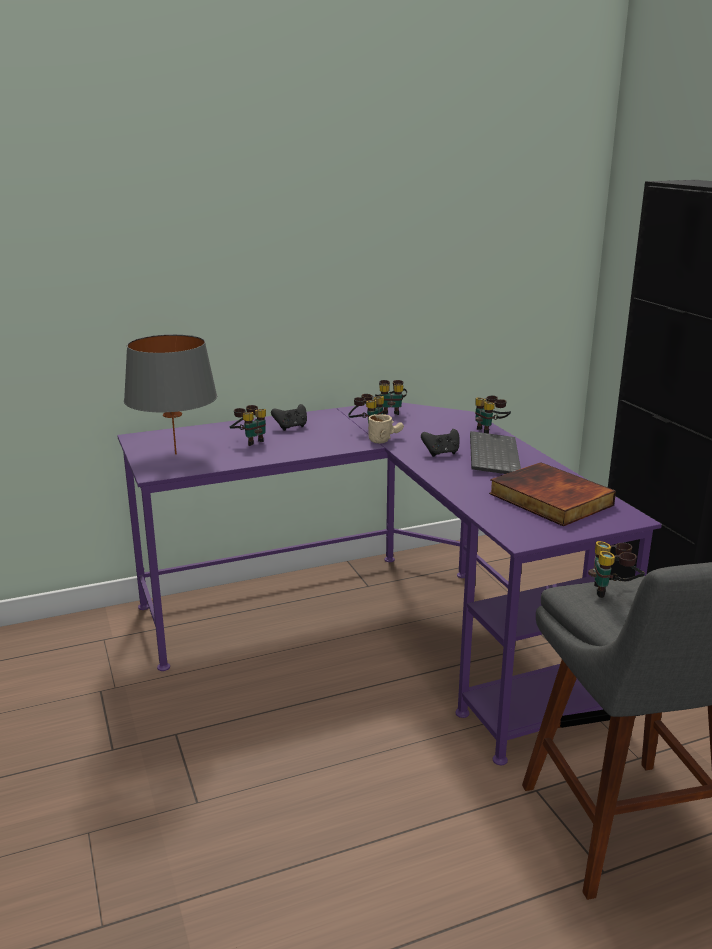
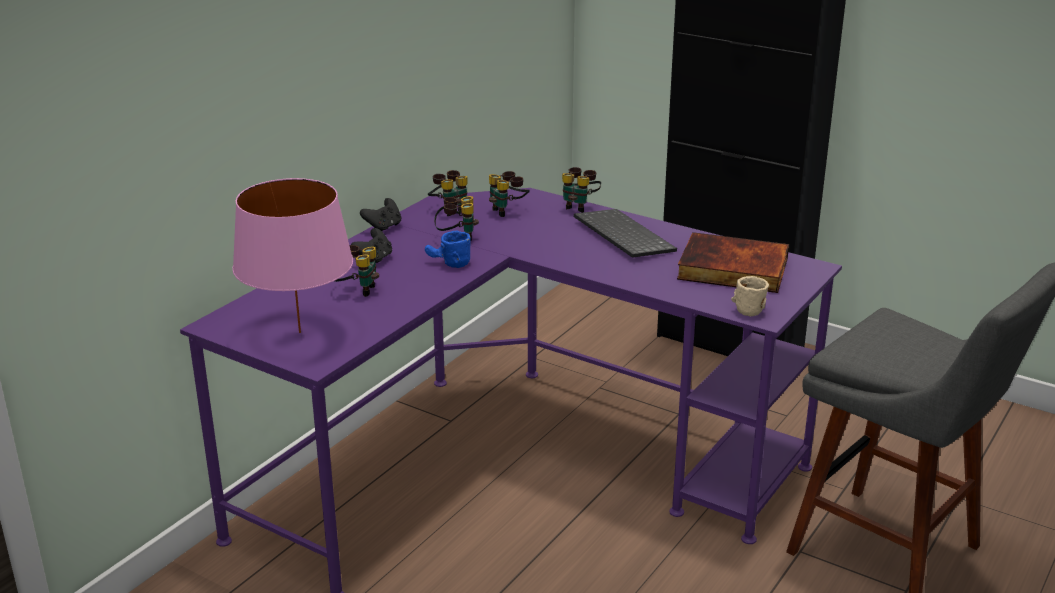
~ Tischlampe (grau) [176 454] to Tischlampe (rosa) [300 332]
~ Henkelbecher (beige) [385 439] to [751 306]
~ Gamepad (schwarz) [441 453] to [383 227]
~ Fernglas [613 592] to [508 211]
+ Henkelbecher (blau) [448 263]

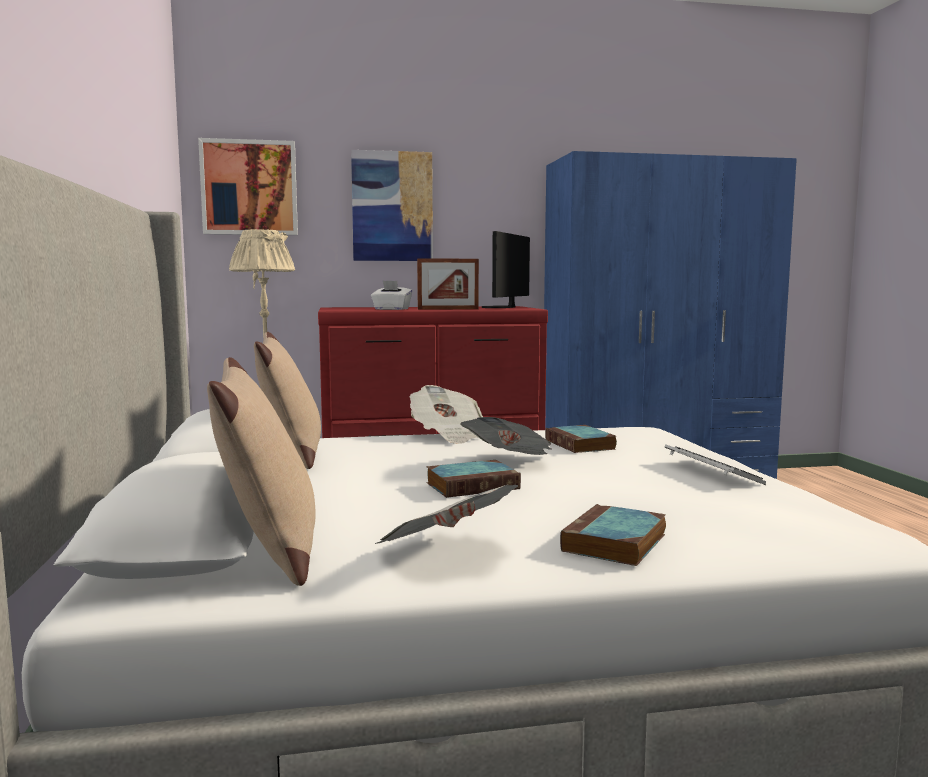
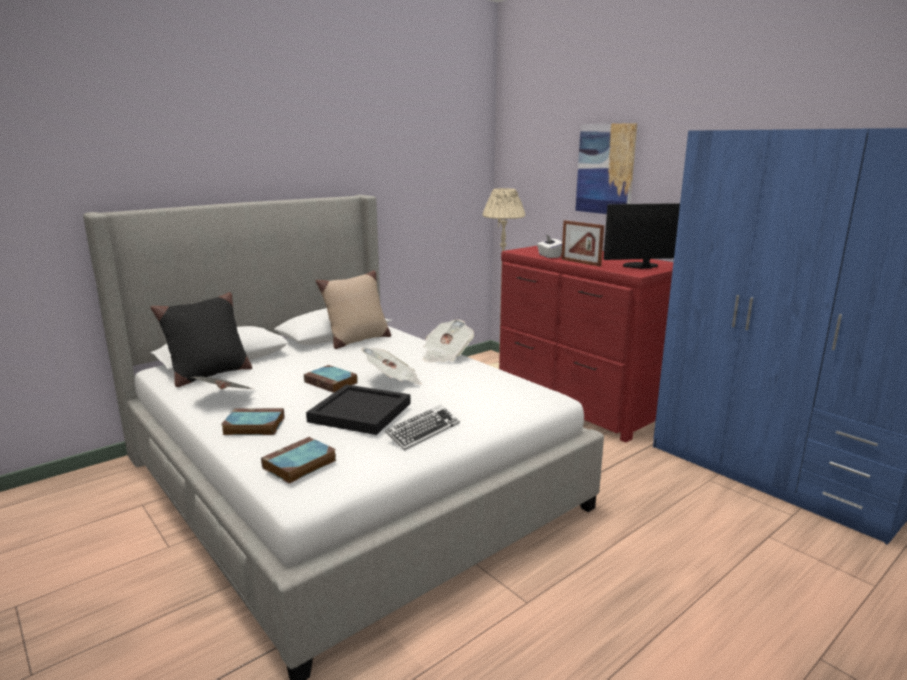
- Bild [249 188]
~ Kissen (beige) [269 555] to Kissen (schwarz) [209 375]
~ Buch [581 445] to [299 465]
+ Tablett (schwarz) [359 413]

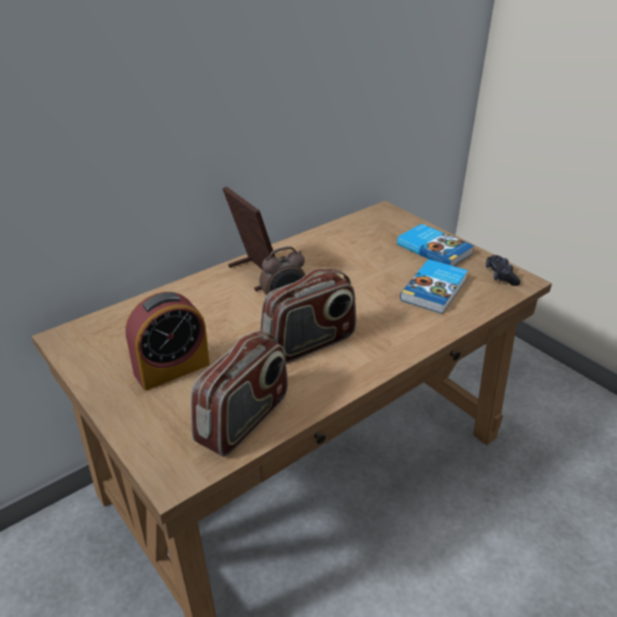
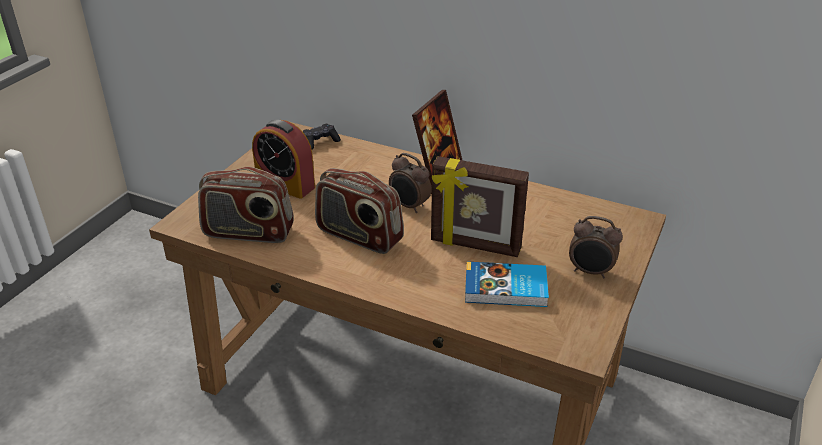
~ Buch [434 249] to Wecker [590 272]
~ Gamepad (schwarz) [500 276] to [320 142]
+ Bilderrahmen [475 246]

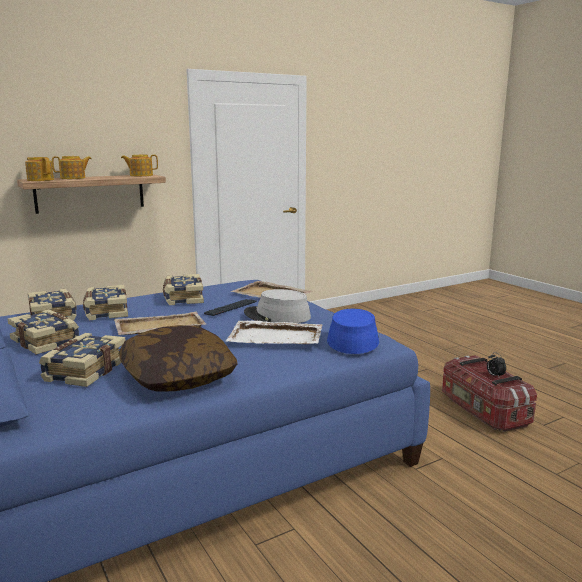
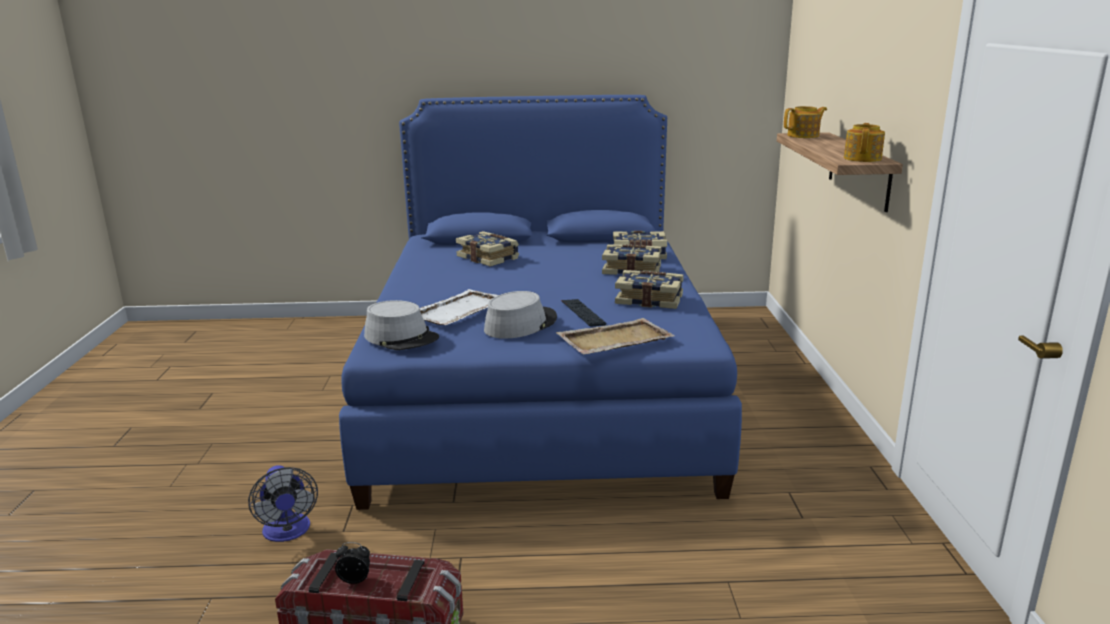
- Buch [46 341]
- Teekanne [73 178]
- Tablett (beige) [159 326]
- Kissen [177 377]
~ Hut (blau) [352 339] to Hut (grau) [401 337]
+ Ventilator [288 532]

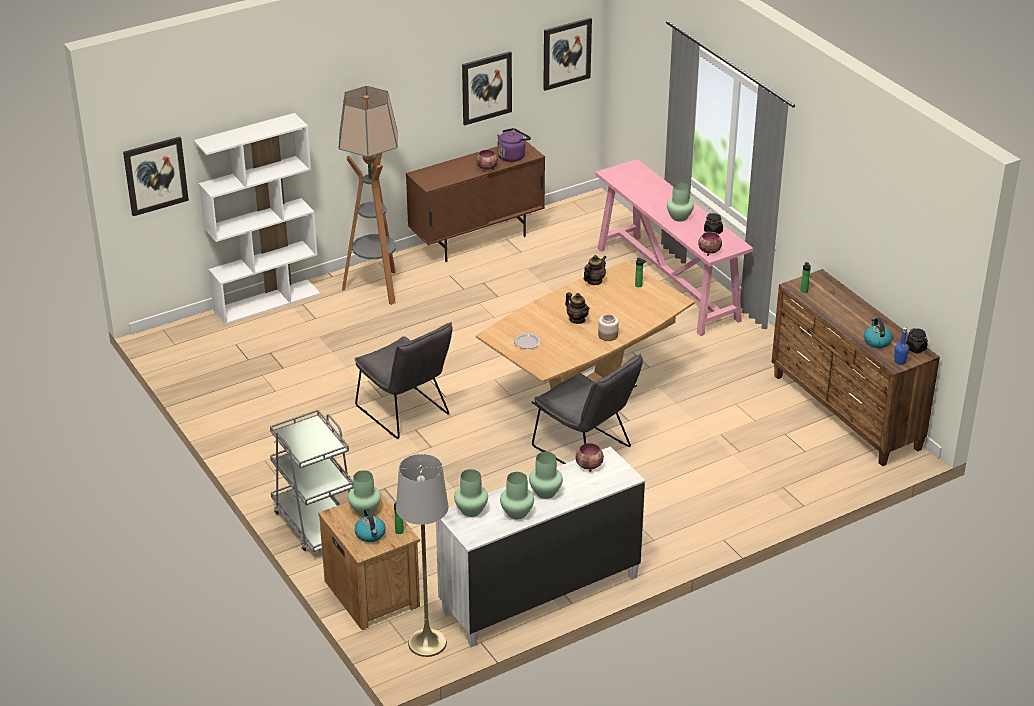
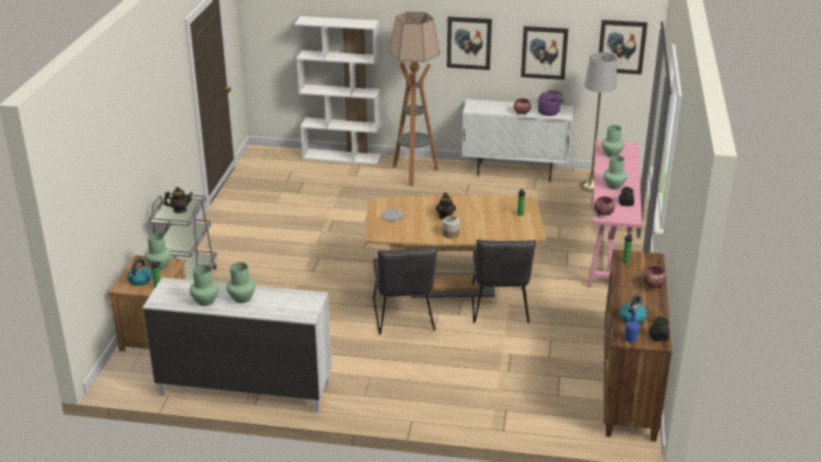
~ Bild [155 175] to [469 43]
~ Stuhl (grau) [406 413] to [499 309]
~ Stehlampe (grau) [427 643] to [590 186]
~ Schrank (braun) [477 240] to Schrank (weiß) [515 172]
~ Vase (grün) [471 510] to [612 154]
~ Schüssel [589 466] to [652 286]
~ Teekanne [594 281] to [180 210]

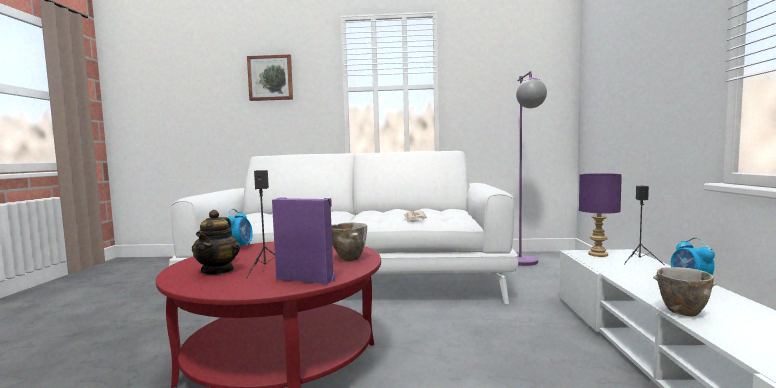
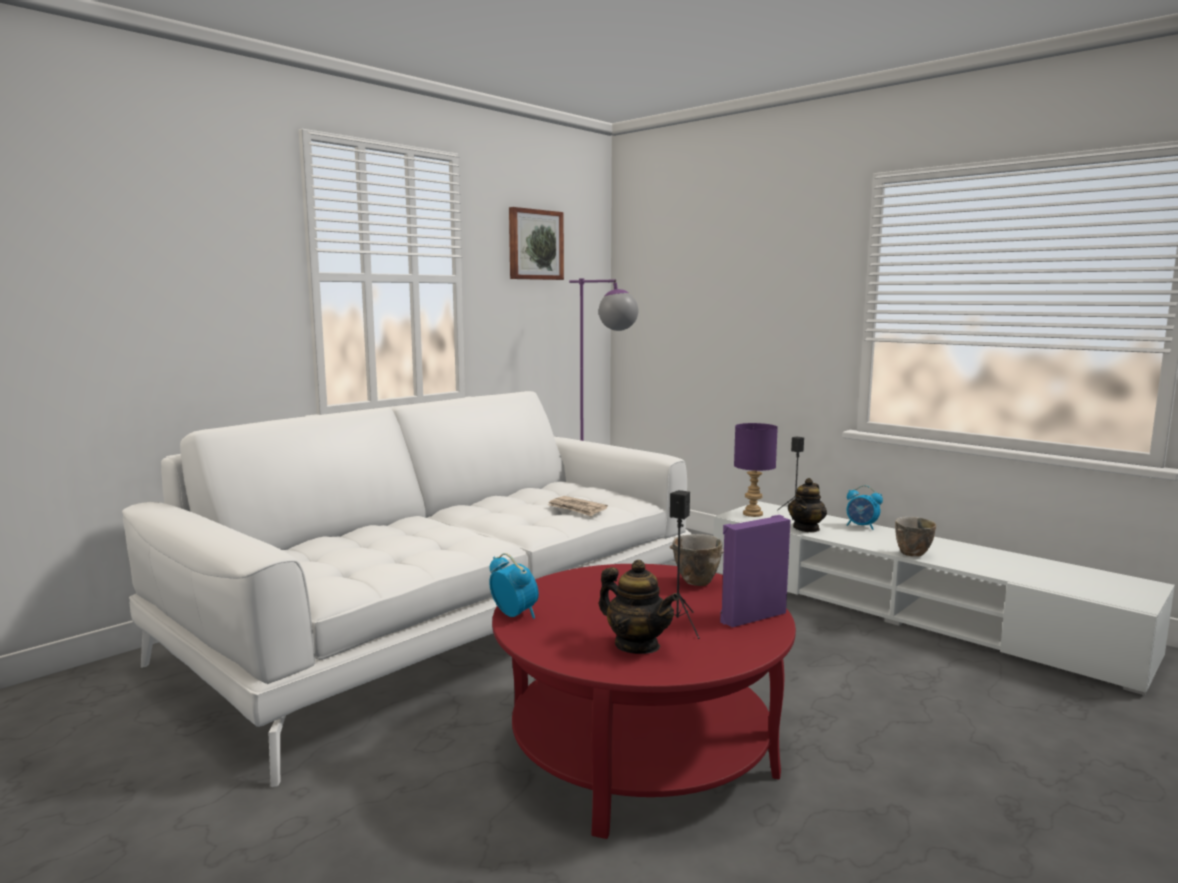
~ Bild [270 78] to [535 245]
+ Teekanne [806 528]

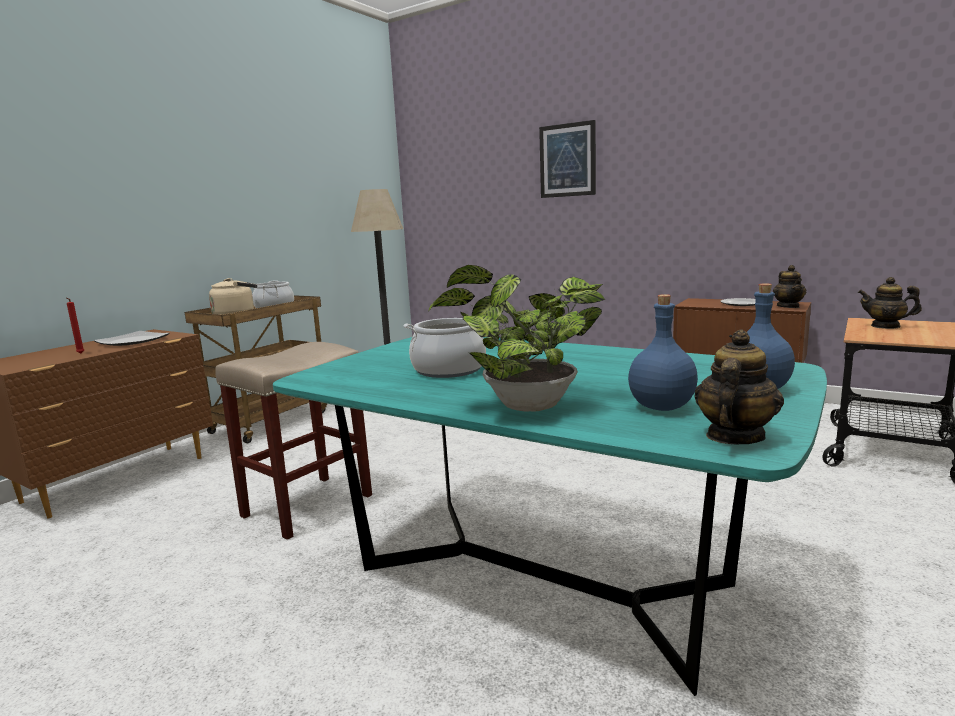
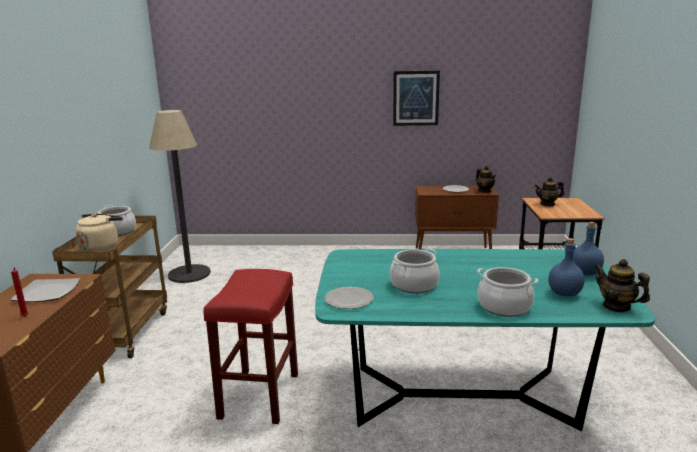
~ Hocker (beige) [308 505] to Hocker (rot) [259 395]
~ Topfpflanze [523 406] to Kochtopf [504 306]
~ Bild [567 160] to [415 98]
~ Teekanne [734 437] = [616 306] 45 degrees counterclockwise
+ Teller [348 300]

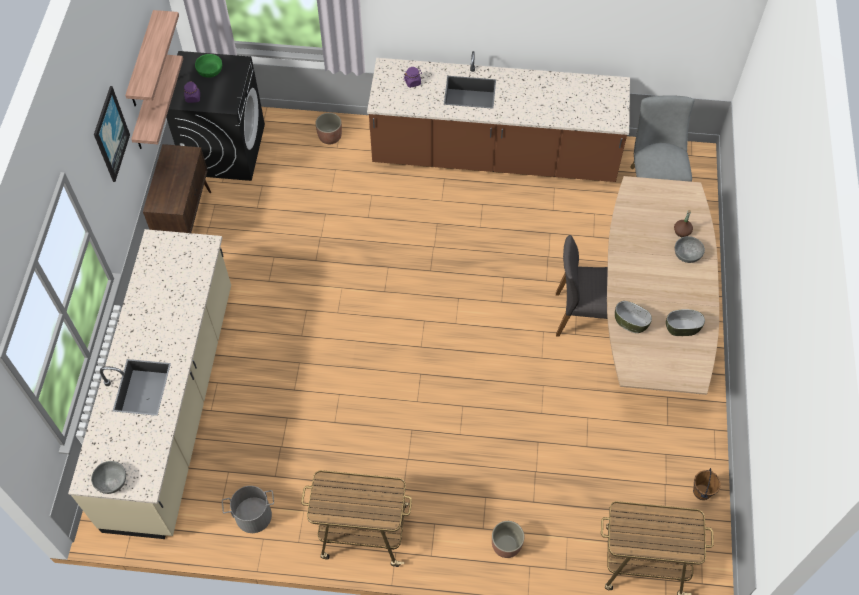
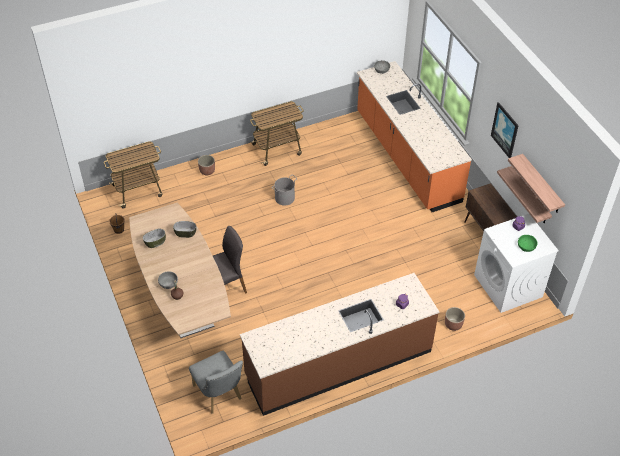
~ Küchenzeile (beige) [173 405] to Küchenzeile (orange) [406 157]
~ Waschmaschine (schwarz) [224 149] to Waschmaschine (weiß) [508 286]
~ Eimer (grau) [253 515] to [285 198]

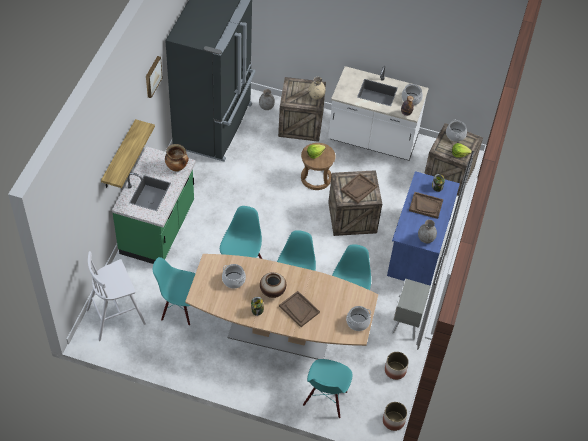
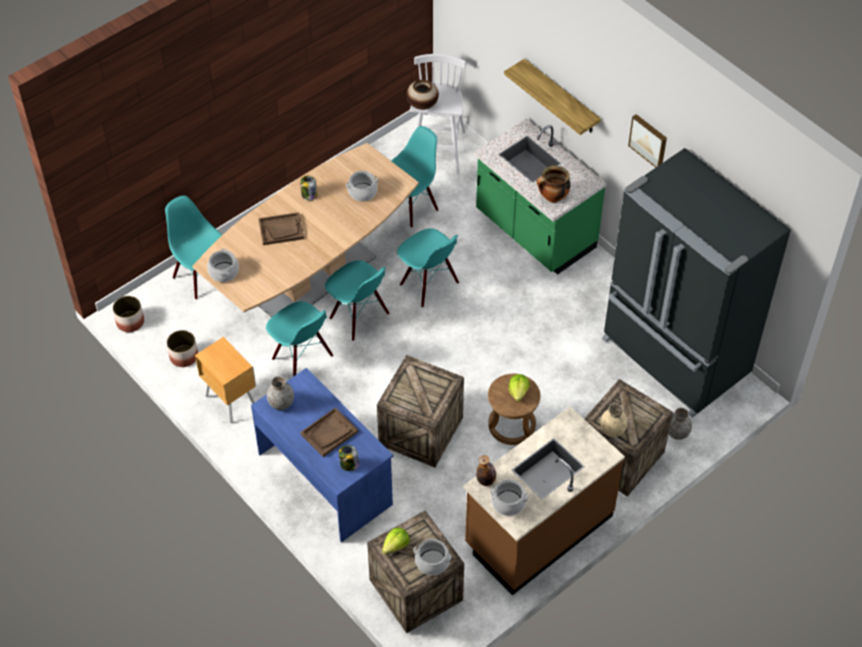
~ Vase [272 291] to [422 105]
~ Küchenzeile (weiß) [372 140] to Küchenzeile (braun) [538 530]
- Tablett (braun) [358 189]
~ Nachttisch (grau) [406 324] to Nachttisch (braun) [231 400]

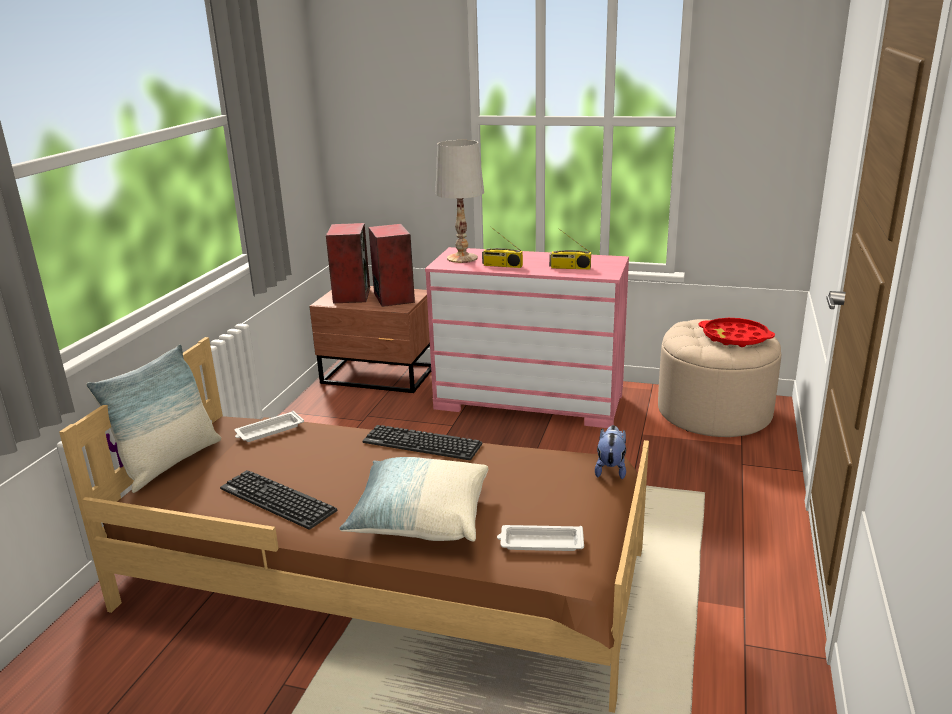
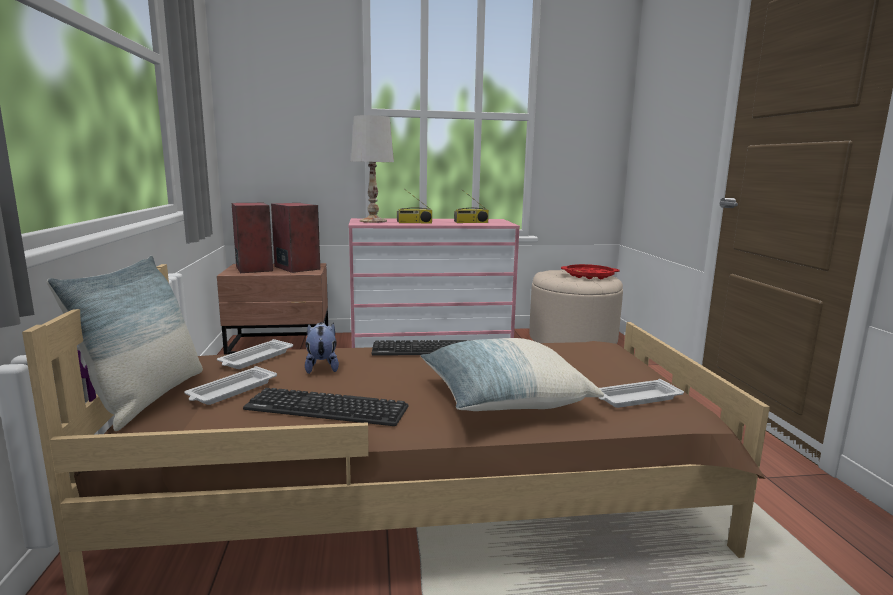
~ Plüschtier [610 469] to [322 367]
+ Tablett (weiß) [231 391]

